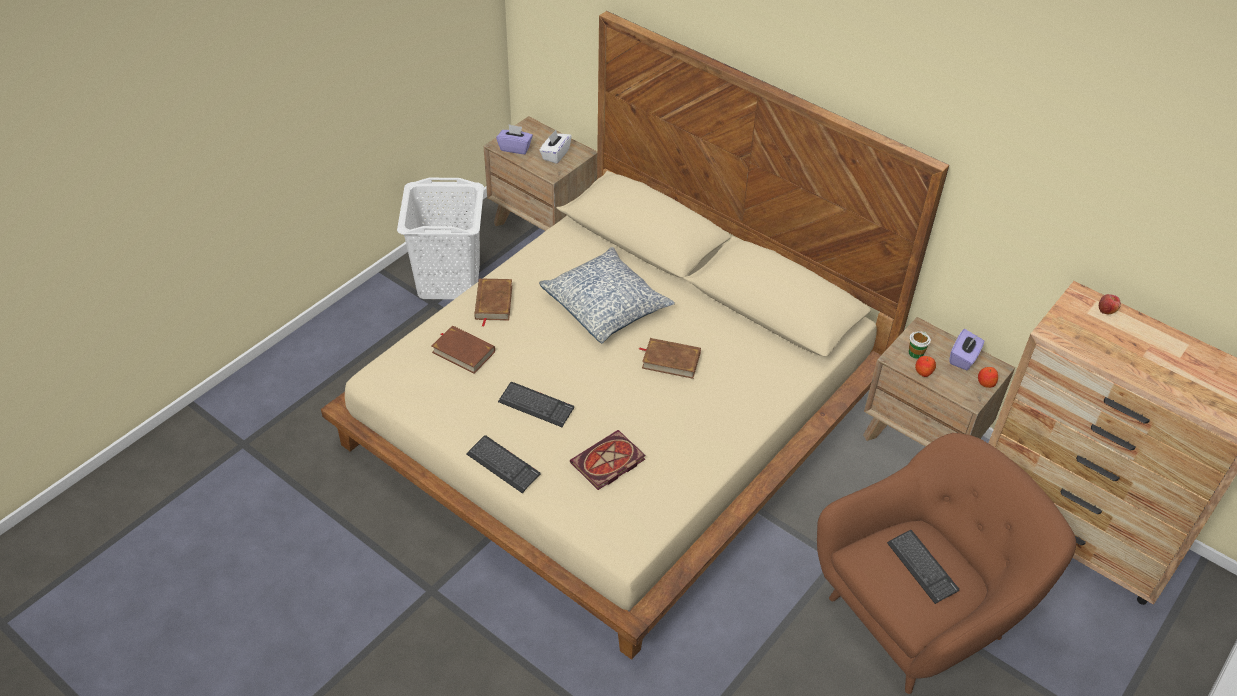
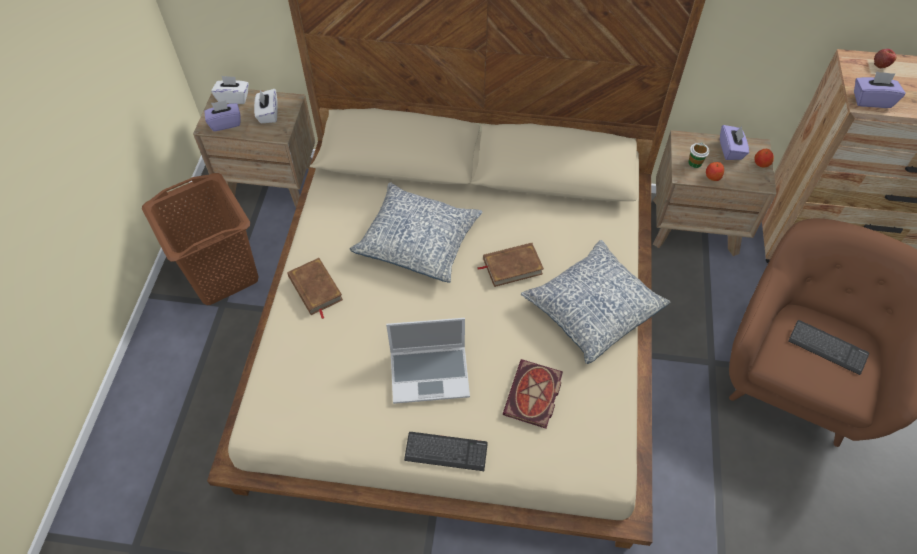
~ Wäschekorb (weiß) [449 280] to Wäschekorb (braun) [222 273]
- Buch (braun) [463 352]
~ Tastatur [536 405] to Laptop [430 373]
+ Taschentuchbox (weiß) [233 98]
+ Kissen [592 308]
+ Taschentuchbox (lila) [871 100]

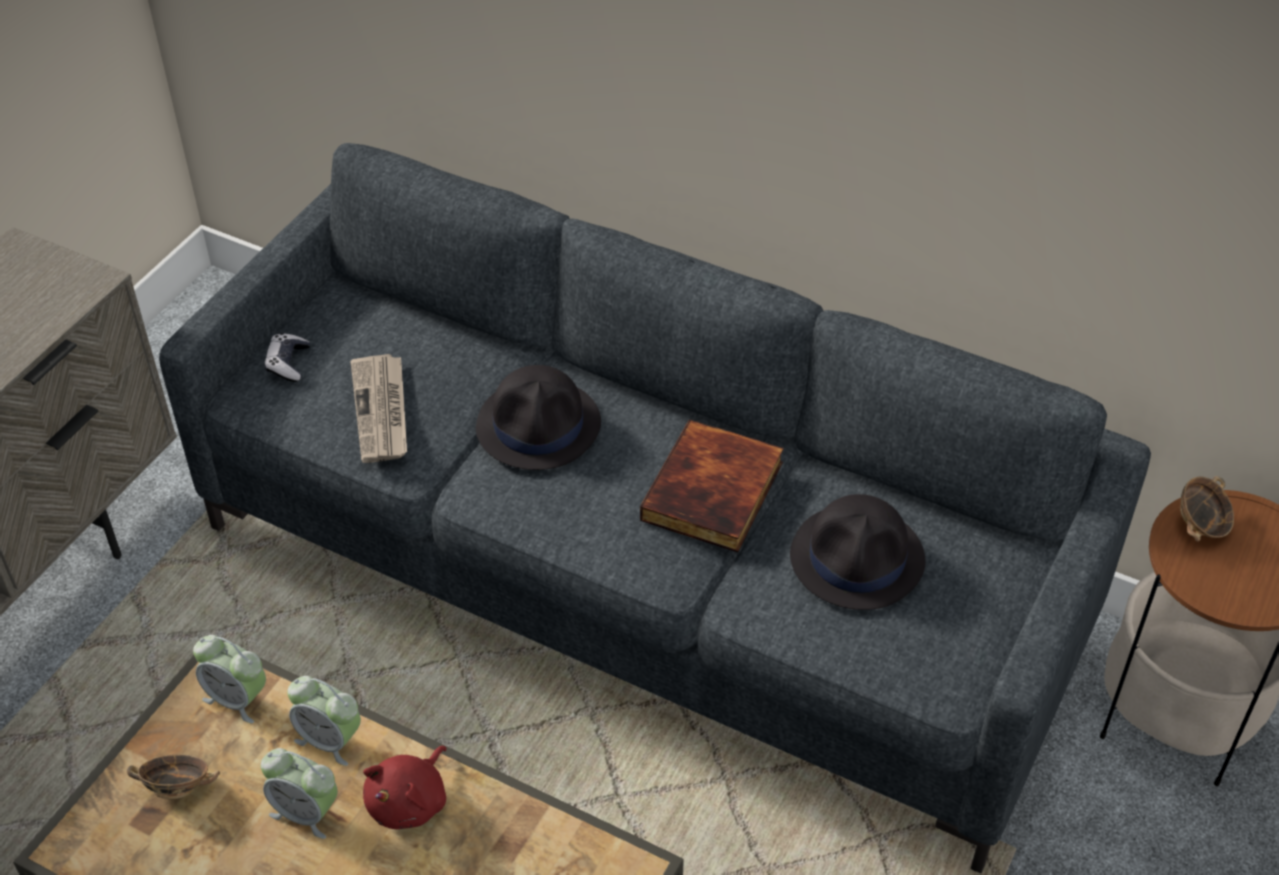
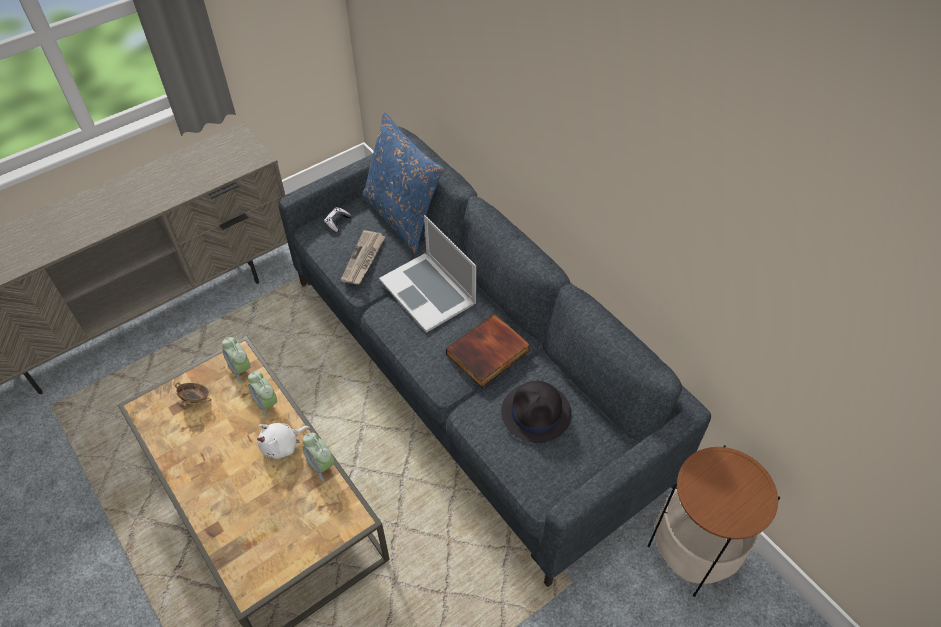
~ Wecker [306 812] to [321 464]
~ Plüschtier (rot) [410 801] to Plüschtier (weiß) [282 445]
~ Hut (schwarz) [539 426] to Laptop [428 291]
- Schüssel [1201 524]
+ Kissen (blau) [402 217]

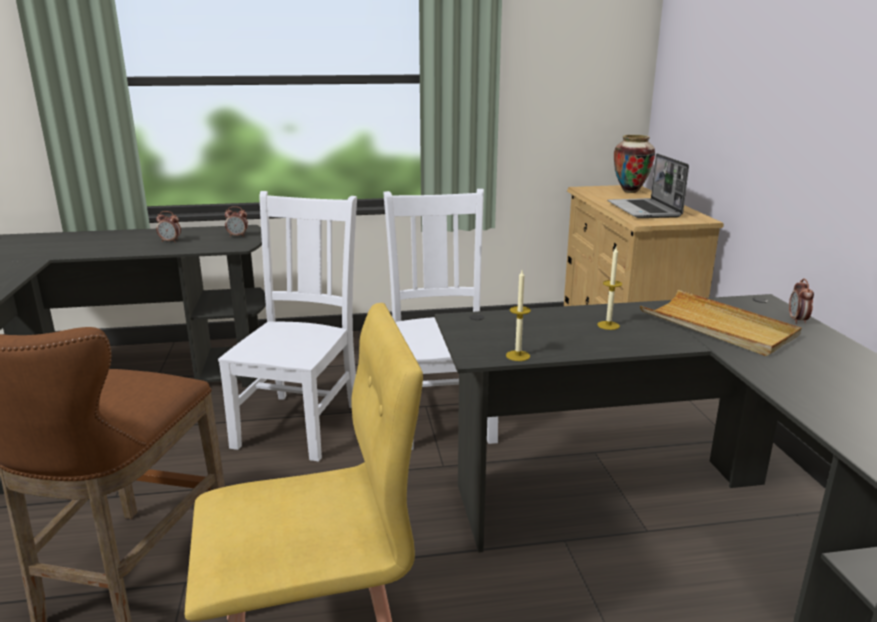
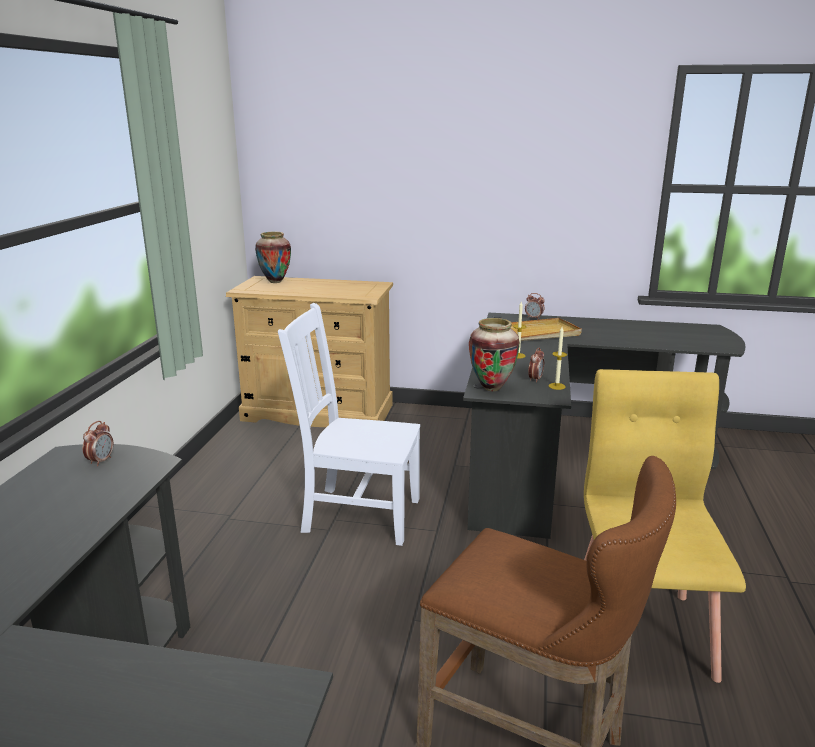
~ Wecker [170 241] to [535 379]
- Stuhl (weiß) [300 423]
- Laptop [645 210]
+ Vase [492 388]

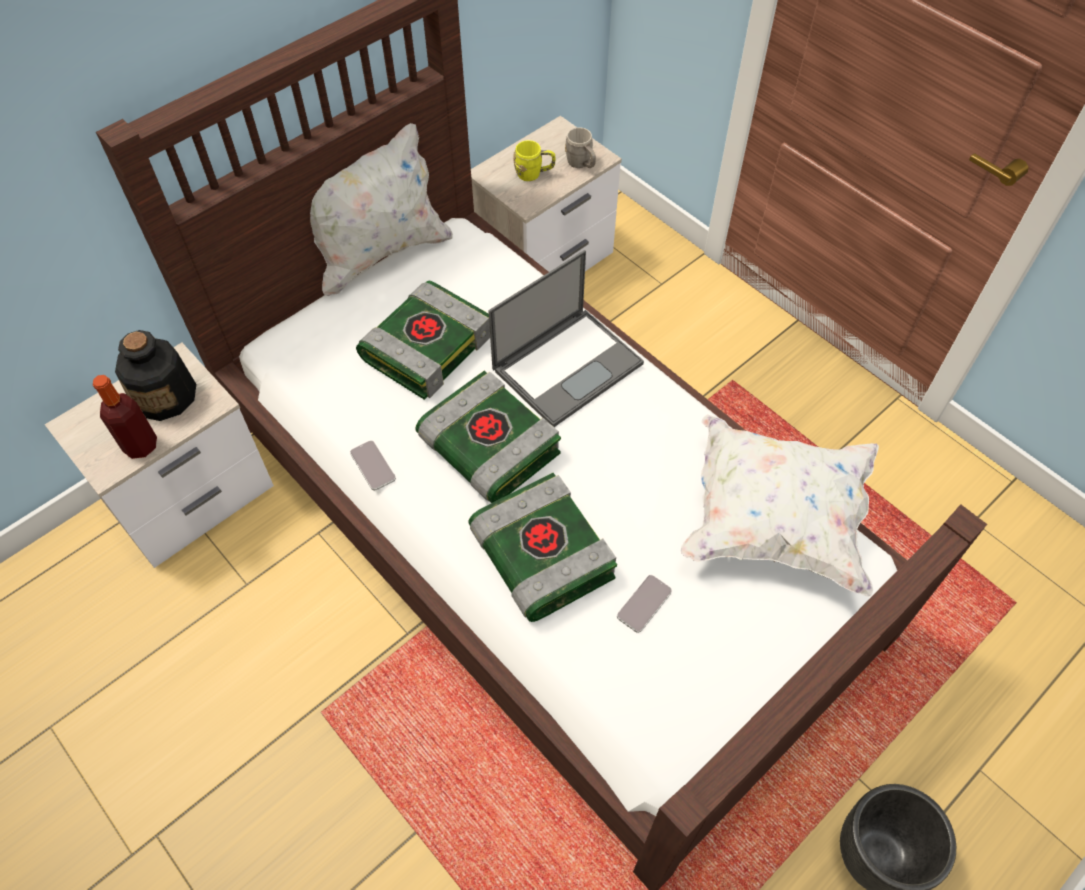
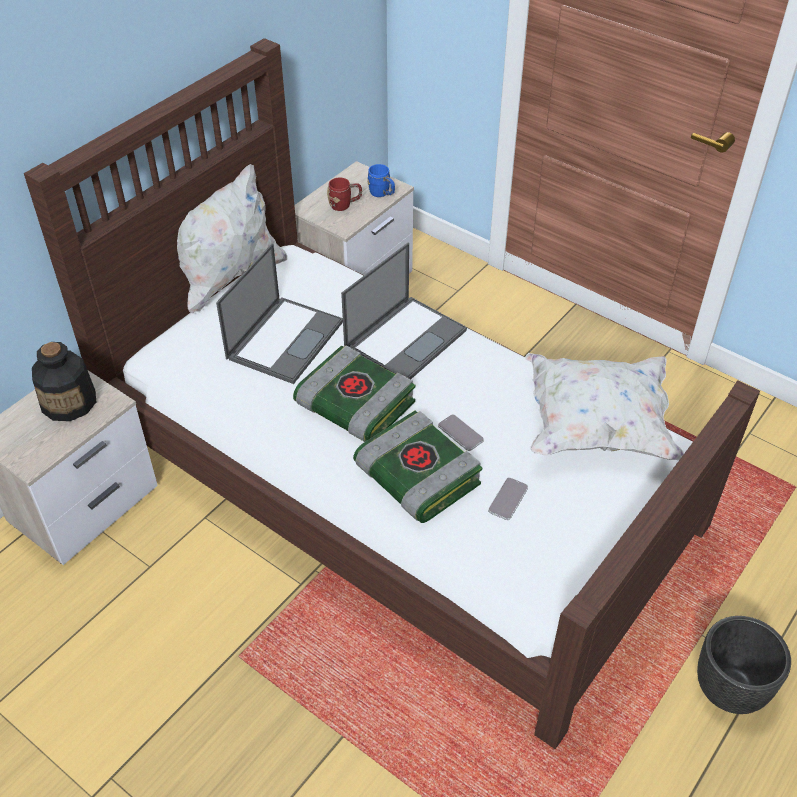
- Flasche [141 446]
~ Handy [373 466] to [460 433]
~ Buch [426 346] to Laptop [285 339]
~ Henkelbecher (gelb) [534 174] to Henkelbecher (rot) [345 205]
~ Henkelbecher (grau) [581 164] to Henkelbecher (blau) [382 194]

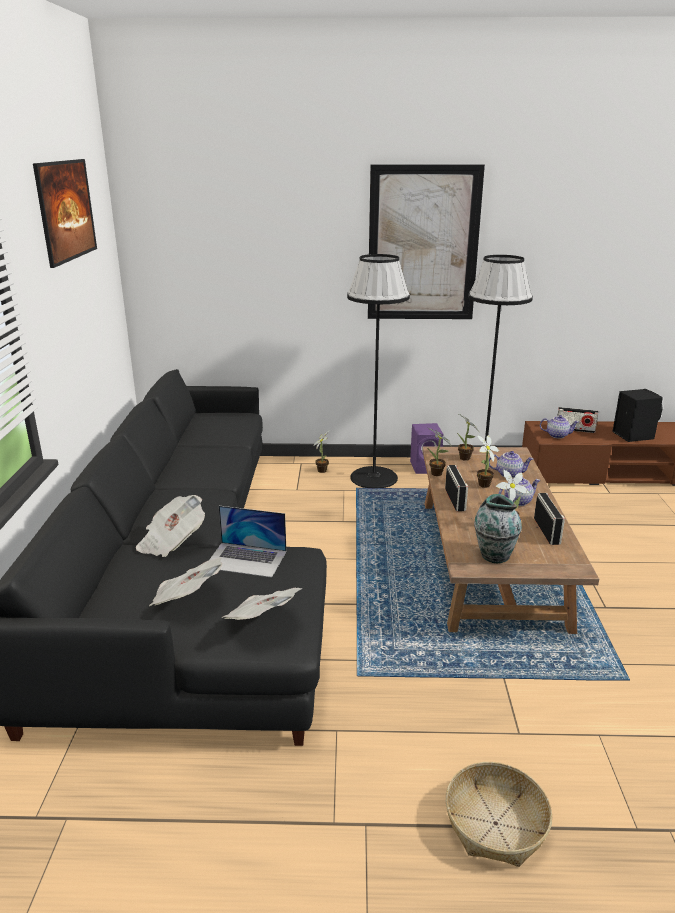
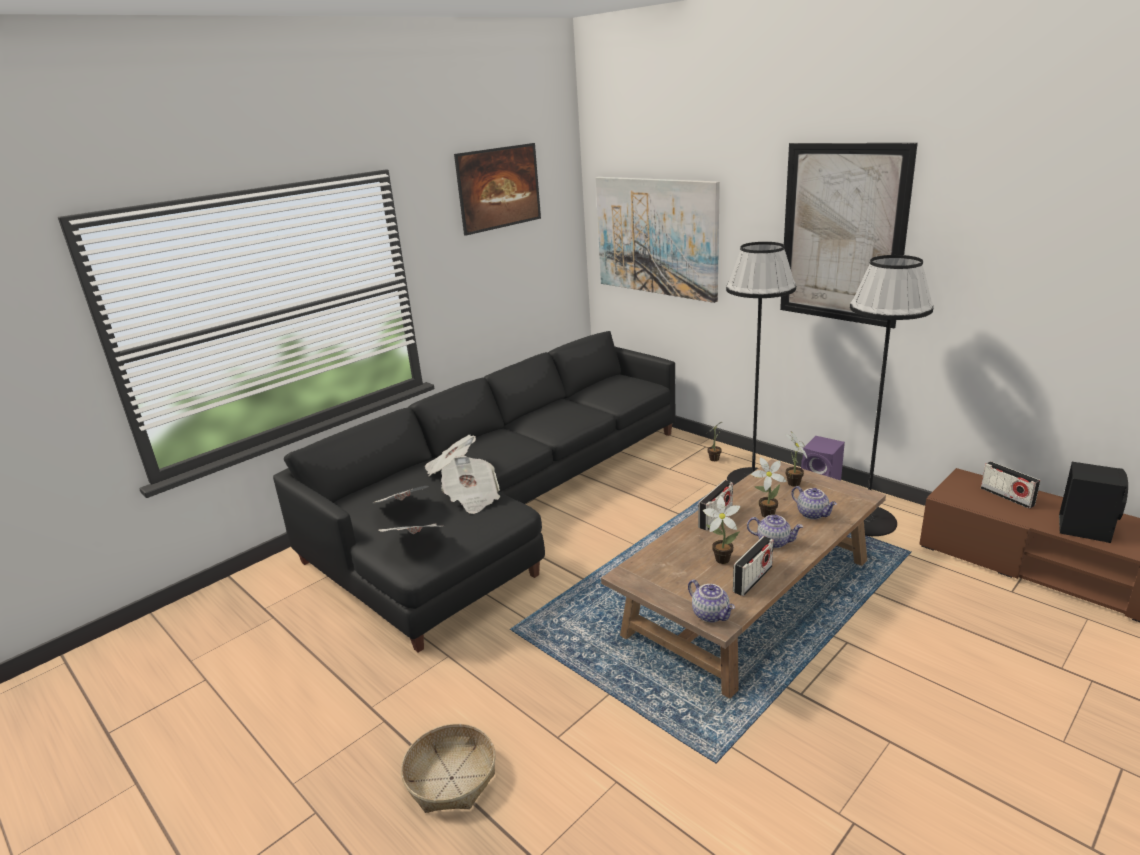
~ Laptop [246 559] to Zeitung [472 498]
- Topfpflanze [437 474]
- Vase [494 555]
~ Teekanne [557 435] to [711 614]
+ Bild [656 237]

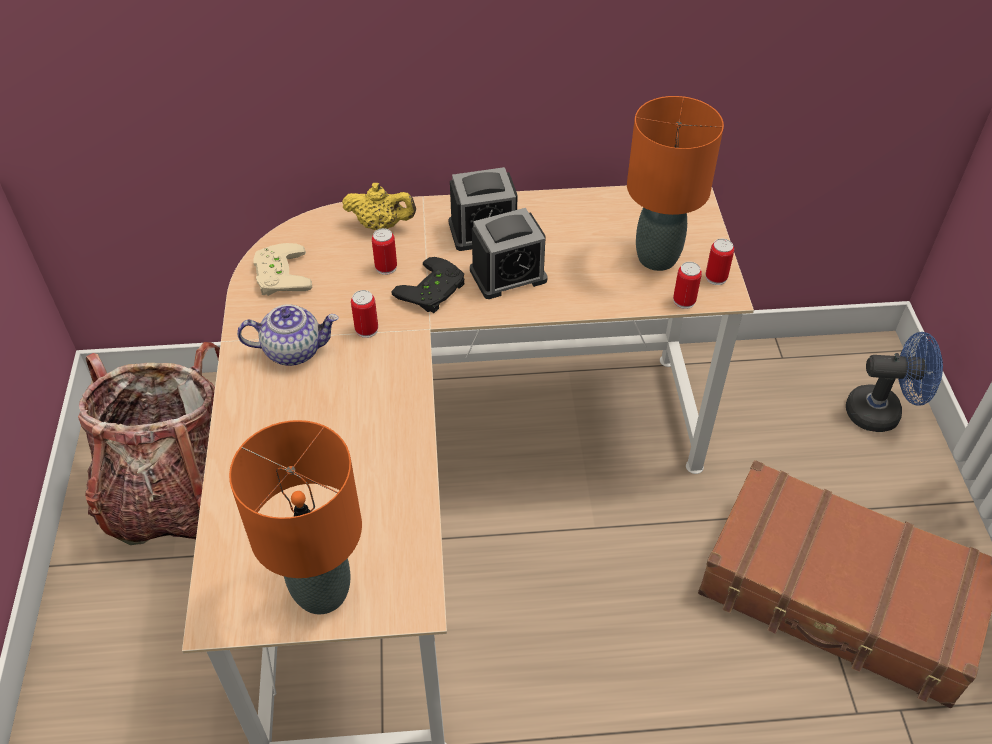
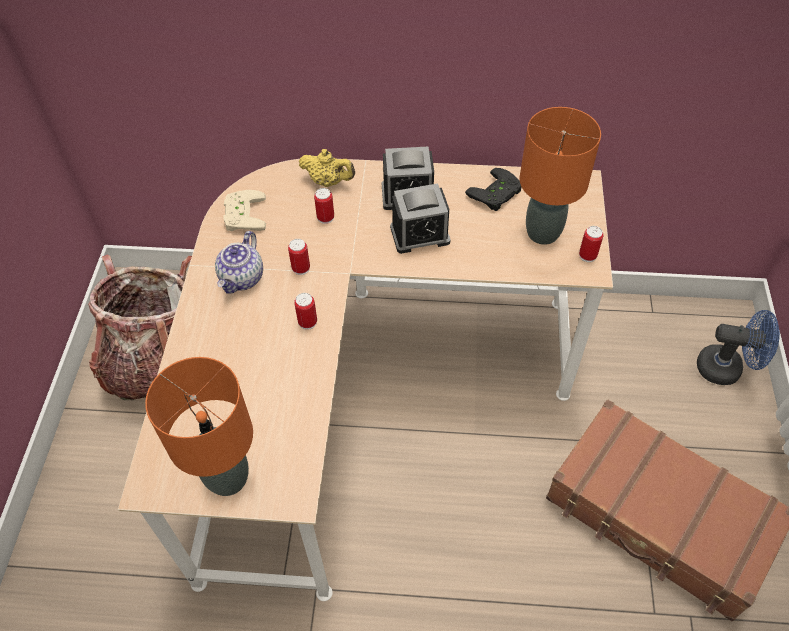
~ Teekanne [294 350] = [242 278] 105 degrees clockwise
~ Gamepad (schwarz) [434 291] to [497 194]
~ Dose [684 301] to [307 322]

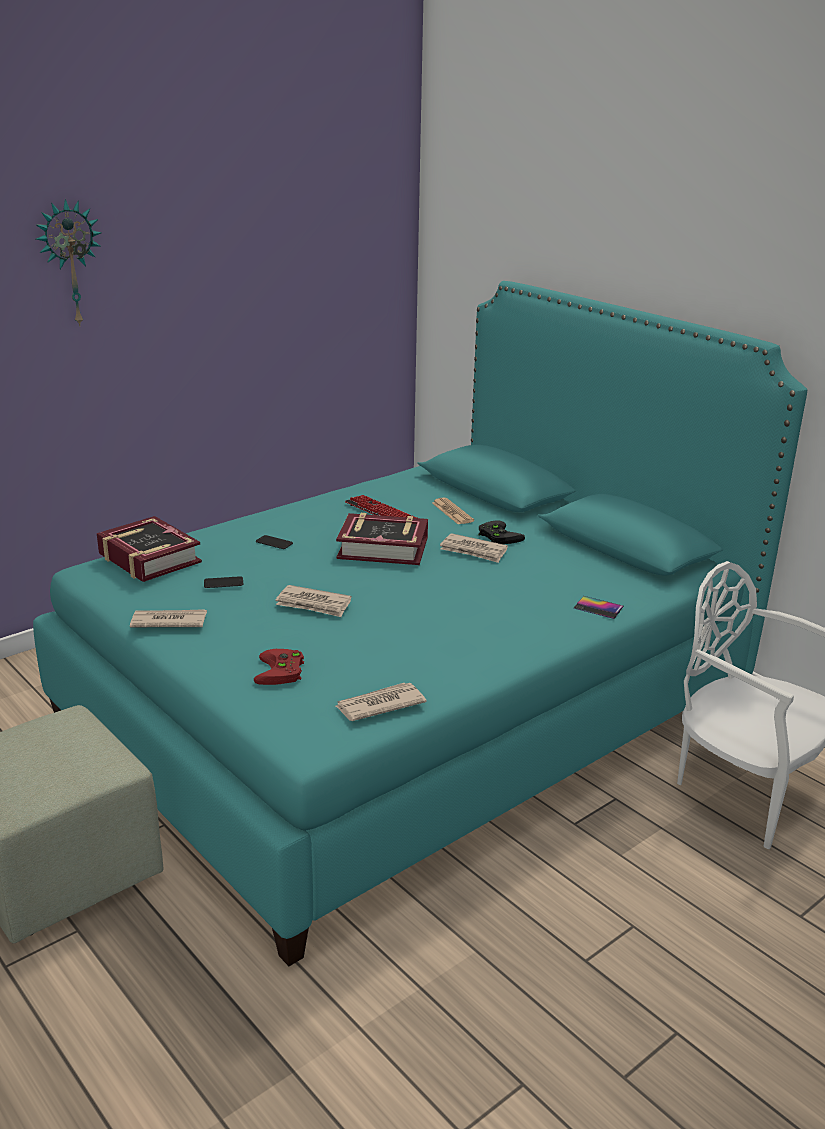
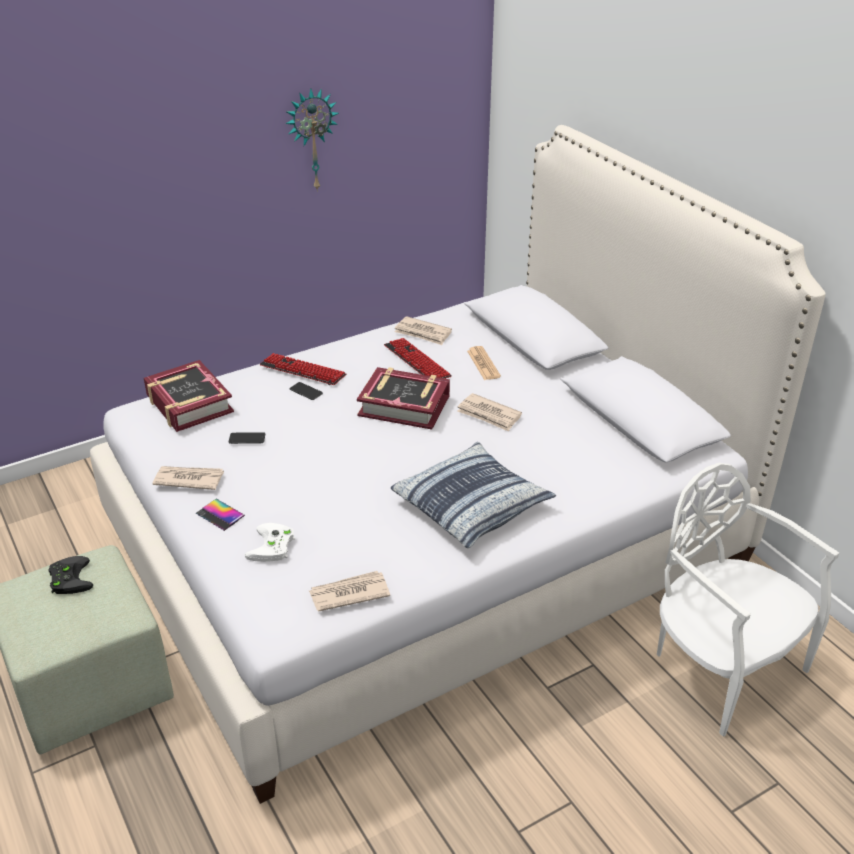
~ Bett (türkis) [409 709] to Bett (weiß) [426 547]
~ Wanduhr [70 263] to [312 139]
~ Gamepad (rot) [281 672] to Gamepad (weiß) [272 547]
~ Zeitung [313 604] to [423 333]
~ Gamepad (schwarz) [497 536] to [69 578]
~ Handy [598 607] to [220 515]
+ Tastatur [302 371]
+ Kissen [472 505]

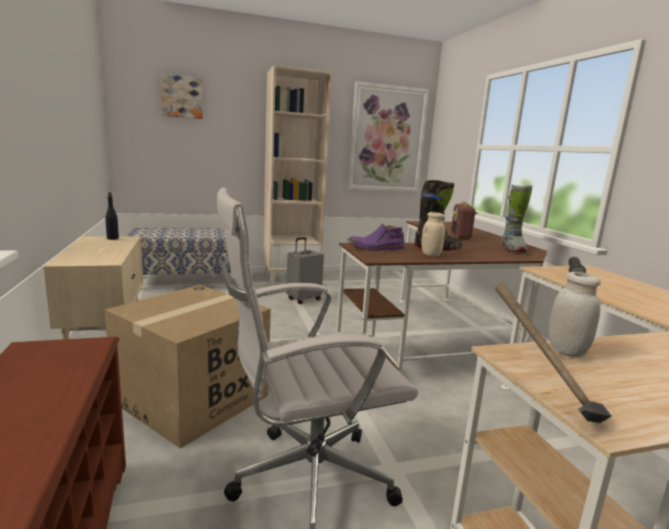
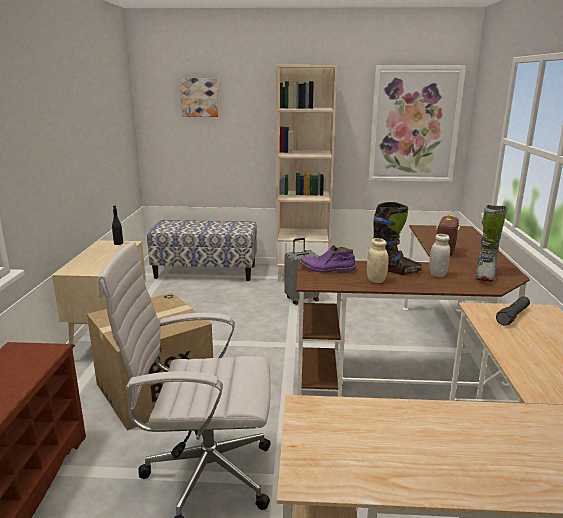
- Hammer [538 395]
~ Vorratsglas (weiß) [566 351] to [437 274]

